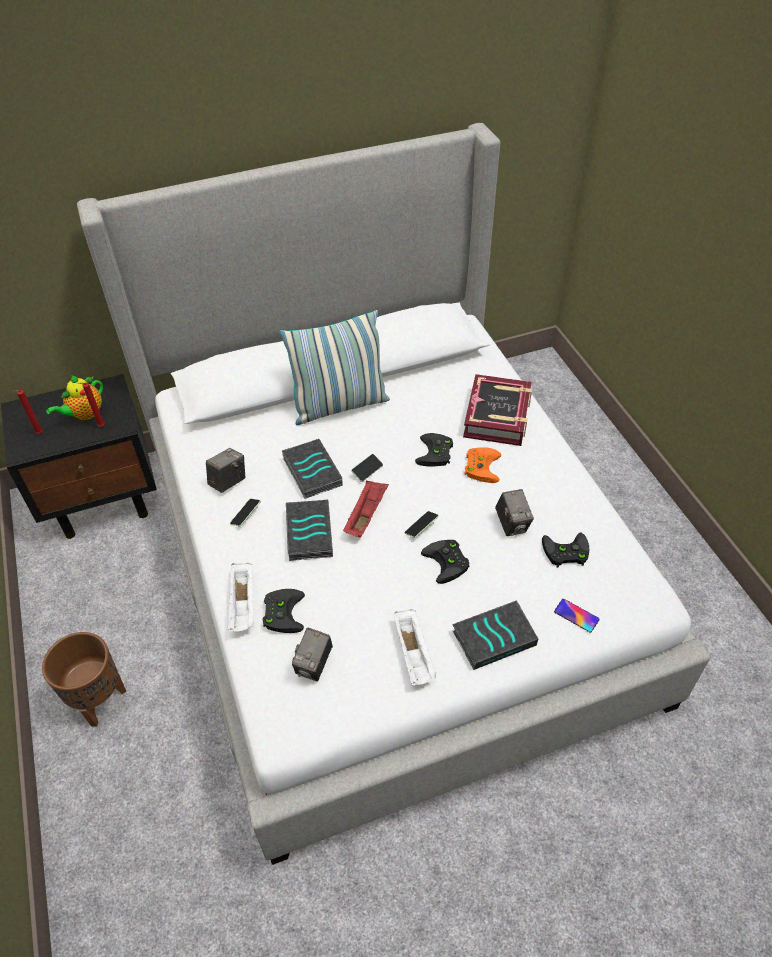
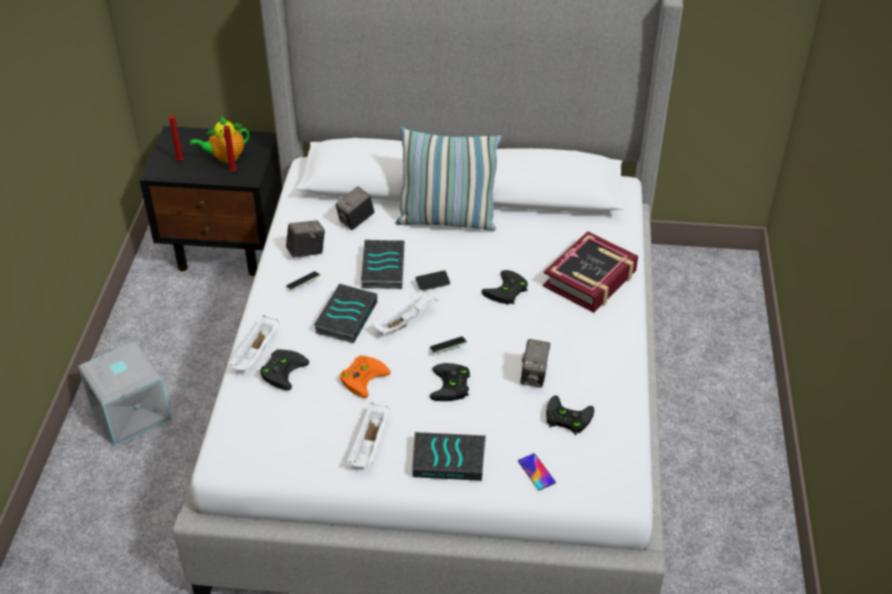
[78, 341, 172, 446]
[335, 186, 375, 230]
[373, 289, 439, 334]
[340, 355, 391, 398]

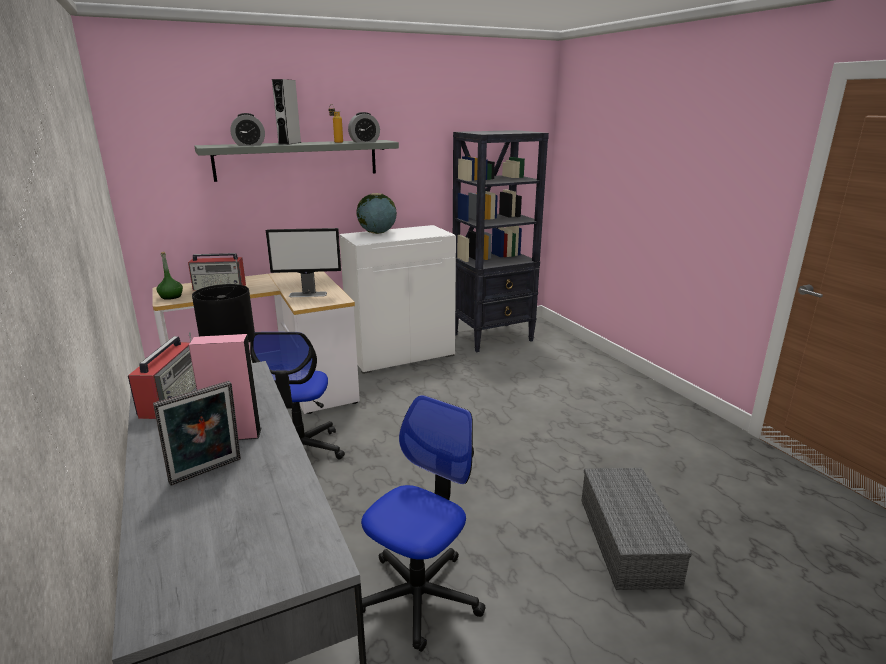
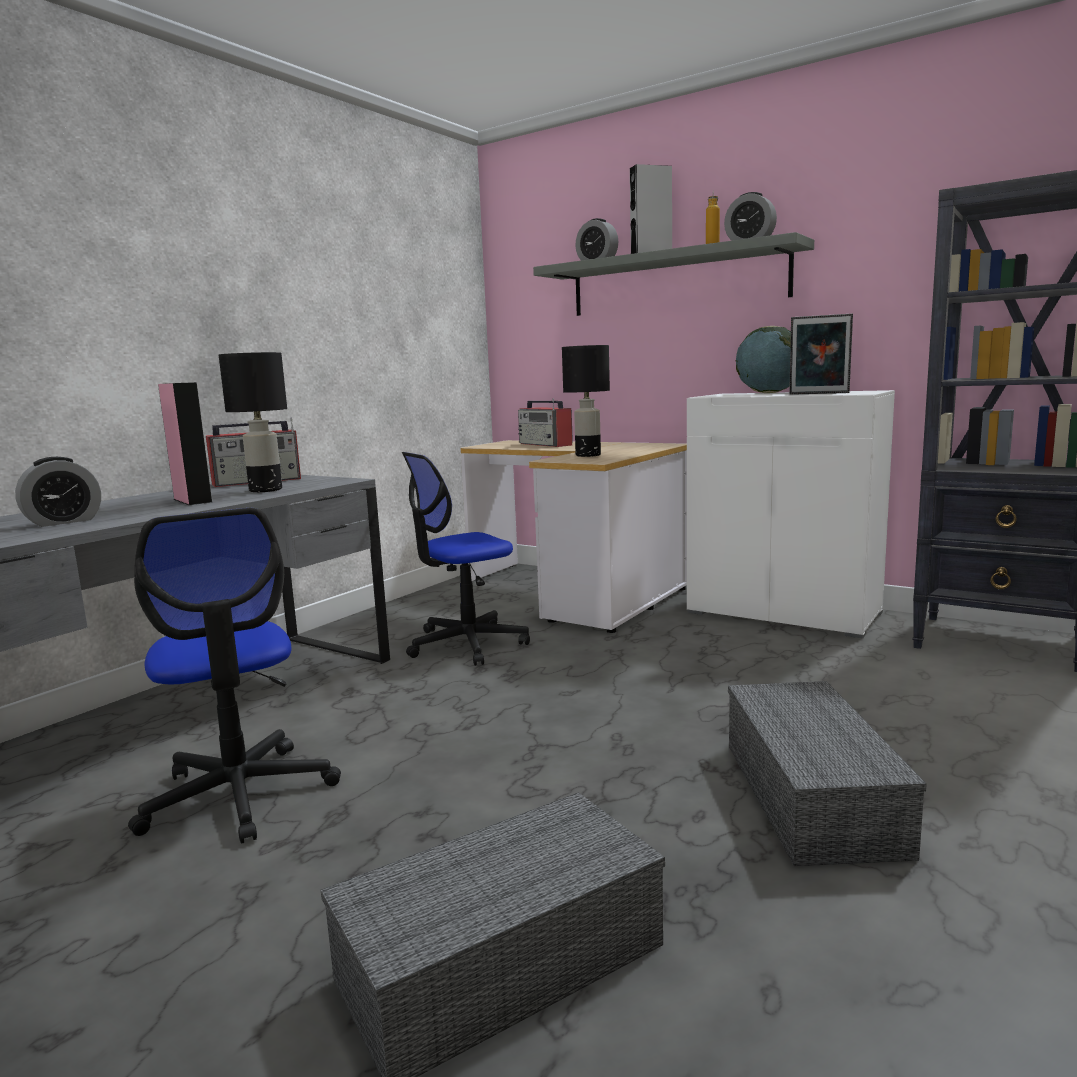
[789, 313, 853, 395]
[157, 252, 183, 300] (first image)
[562, 345, 610, 457]
[128, 508, 341, 844]
[15, 457, 101, 527]
[728, 681, 927, 866]

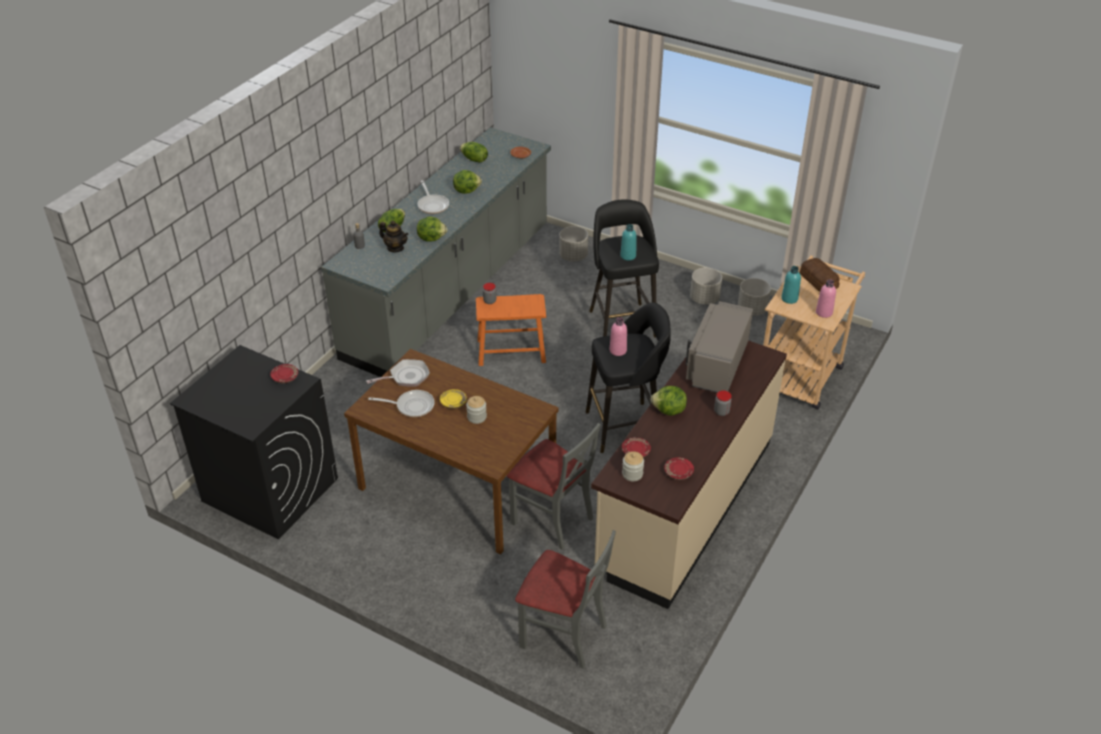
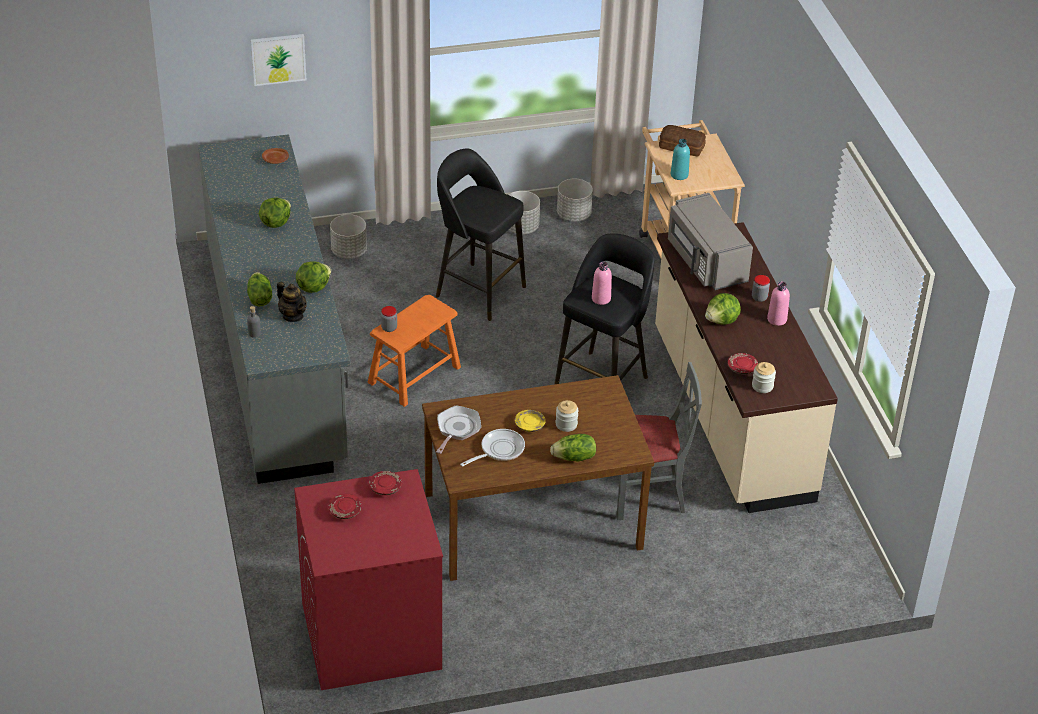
[294, 469, 443, 690]
[277, 282, 307, 322]
[418, 181, 449, 214] (first image)
[550, 434, 596, 461]
[515, 530, 616, 669] (first image)
[620, 224, 637, 260] (first image)
[328, 493, 362, 519]
[767, 281, 790, 326]
[251, 34, 306, 86]

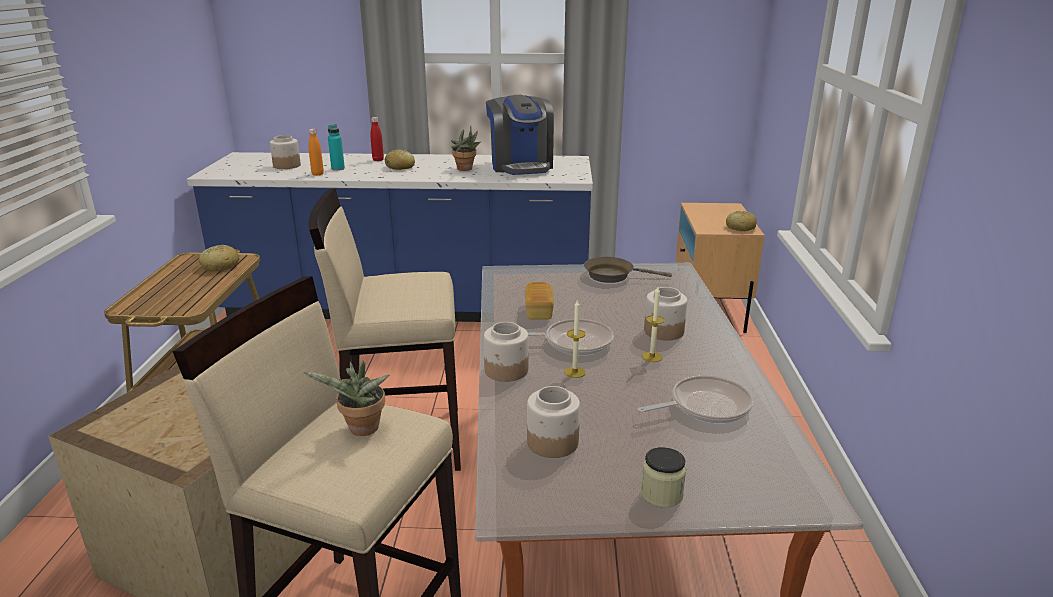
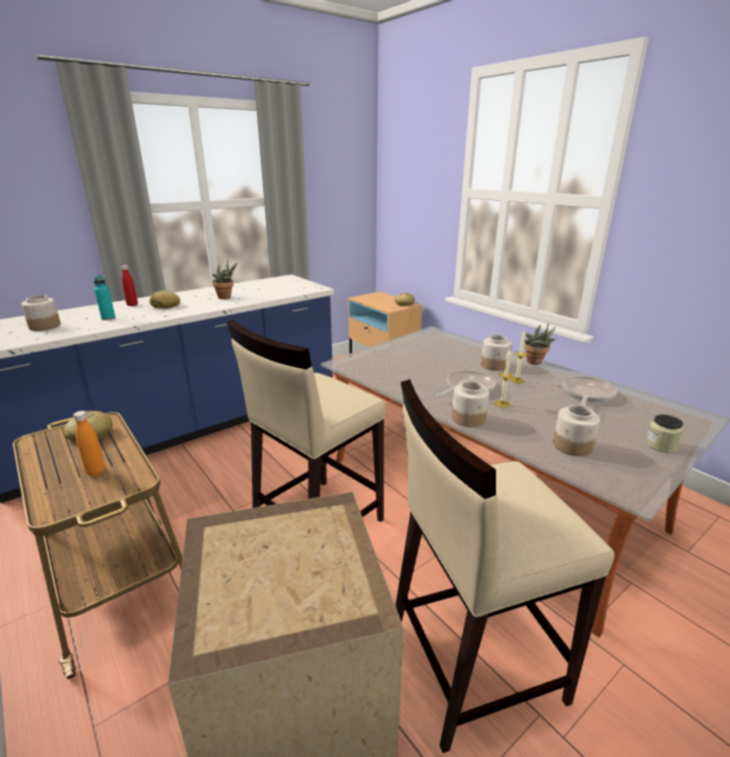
[524, 323, 556, 365]
[73, 411, 105, 476]
[486, 95, 554, 175] (first image)
[525, 282, 554, 320] (first image)
[584, 257, 672, 283] (first image)

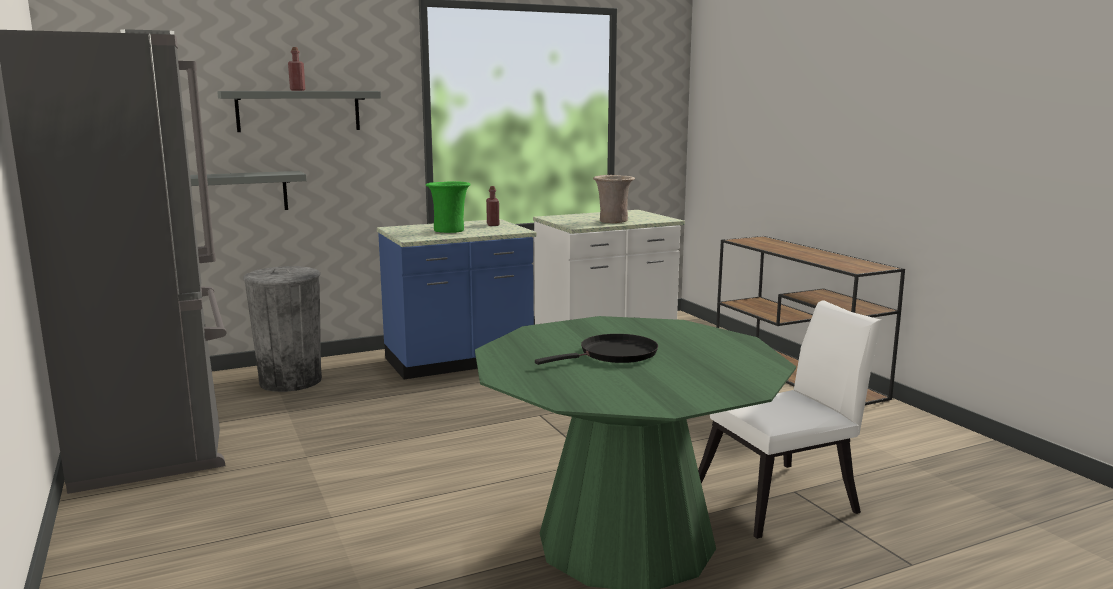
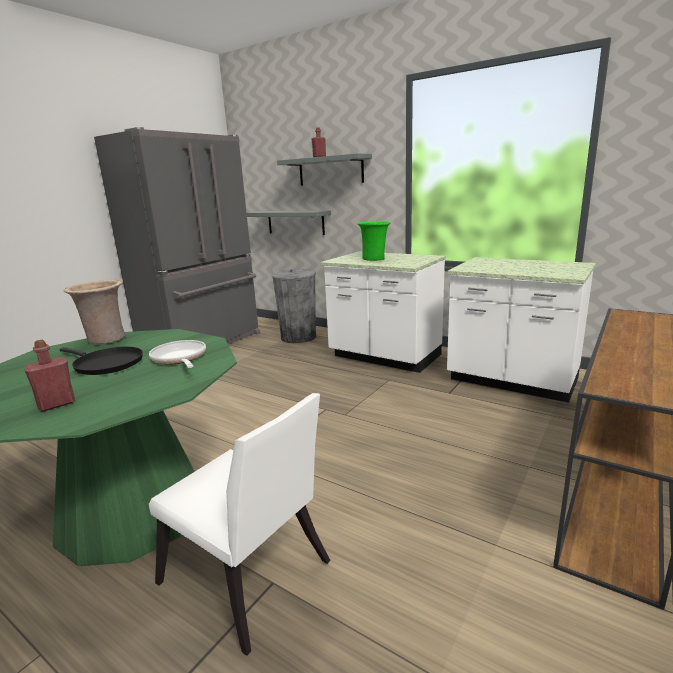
[321, 252, 446, 373]
[24, 340, 75, 411]
[64, 279, 125, 344]
[149, 340, 206, 368]

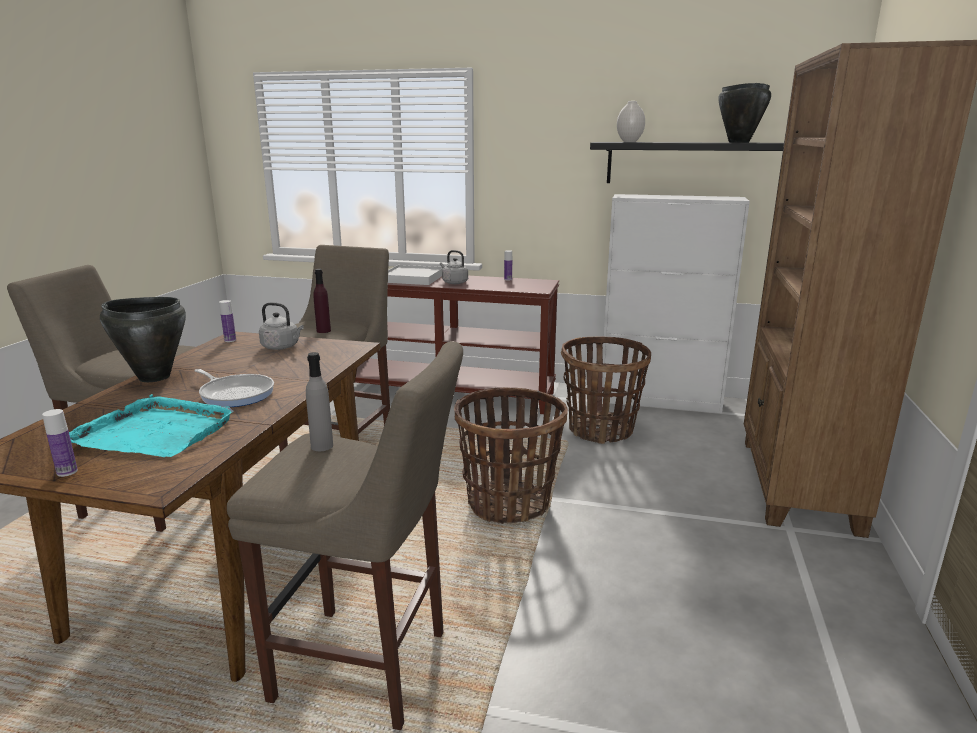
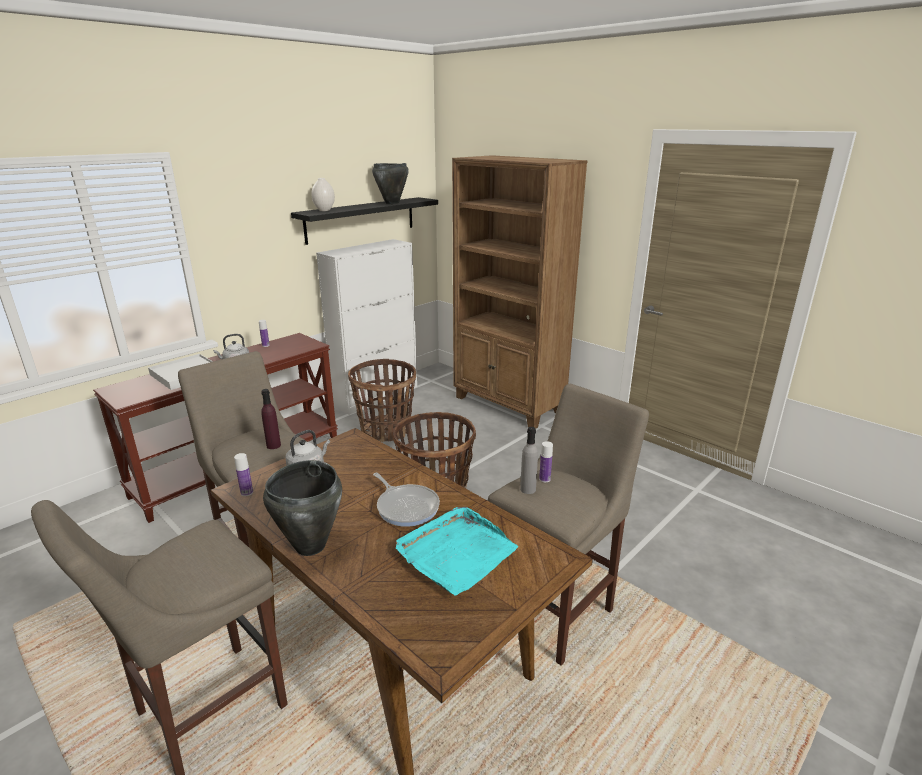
[539, 441, 553, 482]
[373, 473, 440, 527]

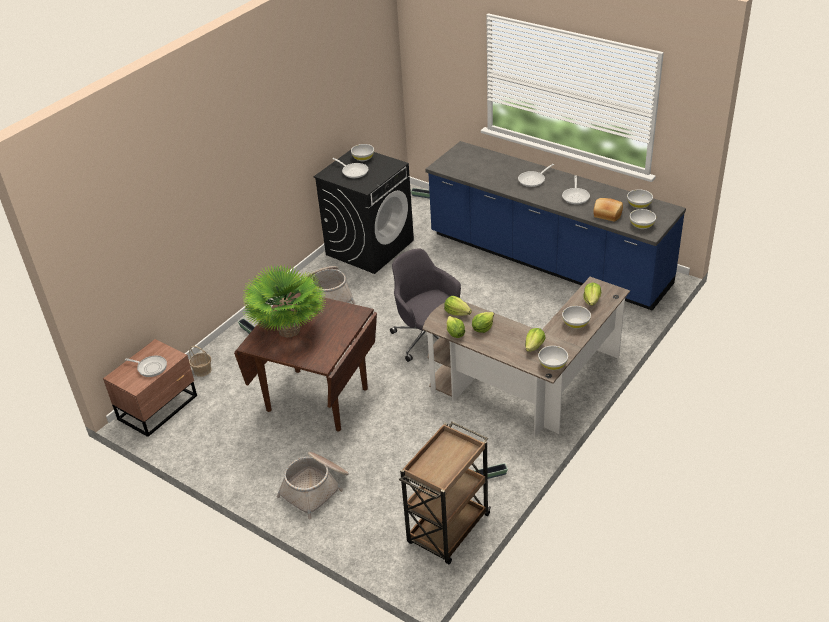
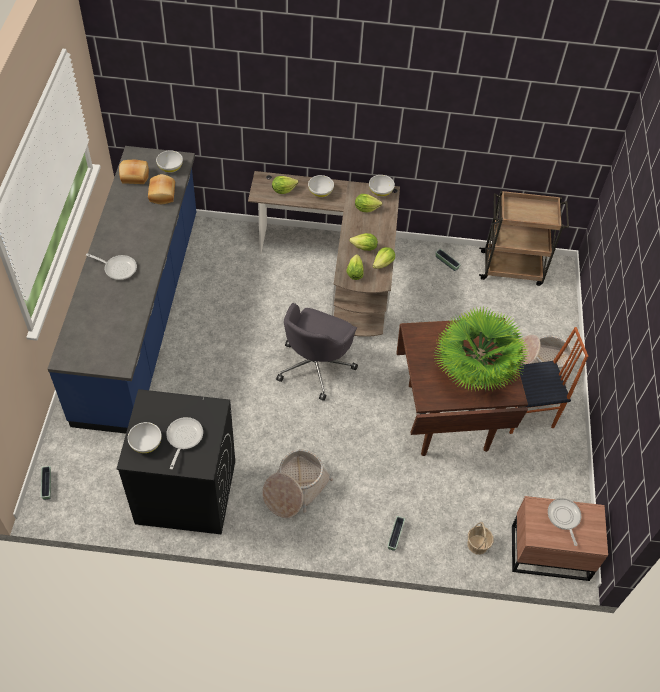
[562, 175, 590, 205] (first image)
[119, 160, 149, 184]
[509, 327, 588, 434]

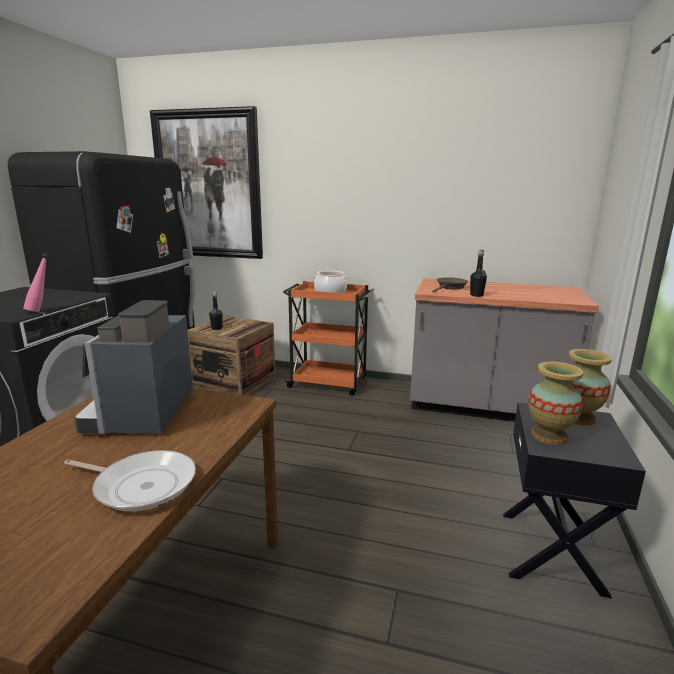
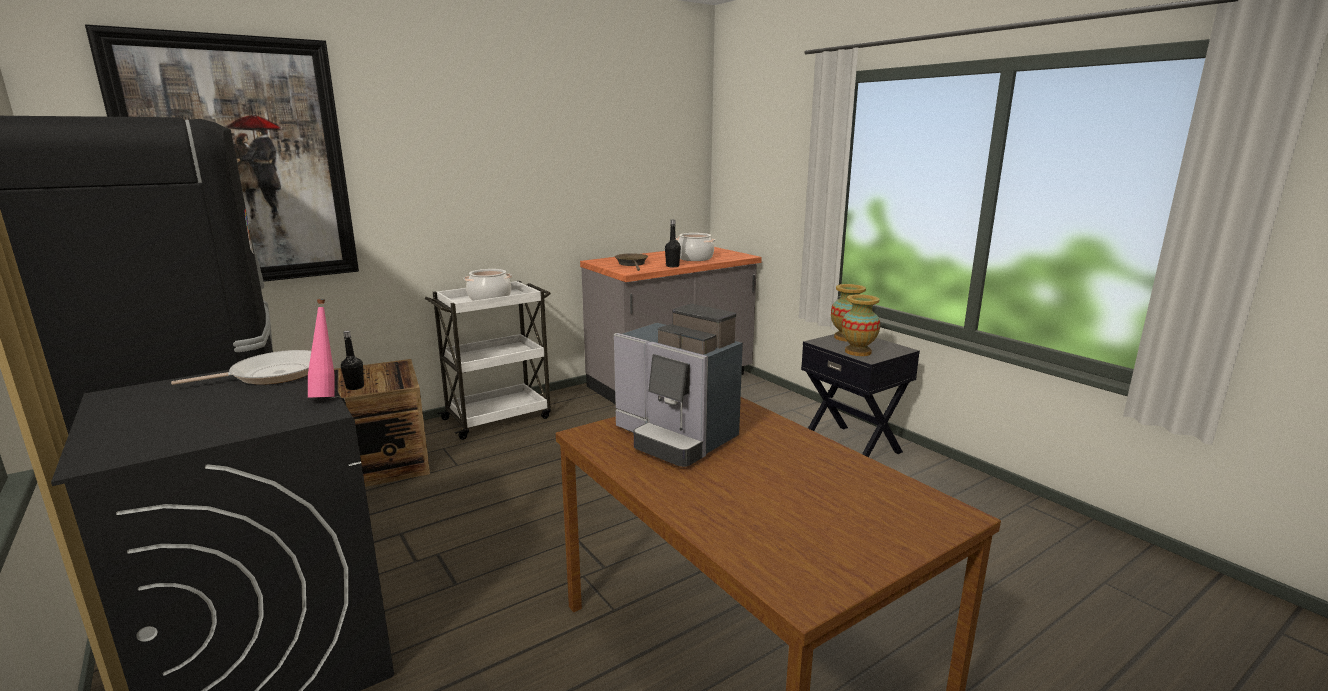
[171, 350, 311, 385]
[425, 281, 551, 440]
[676, 233, 715, 261]

